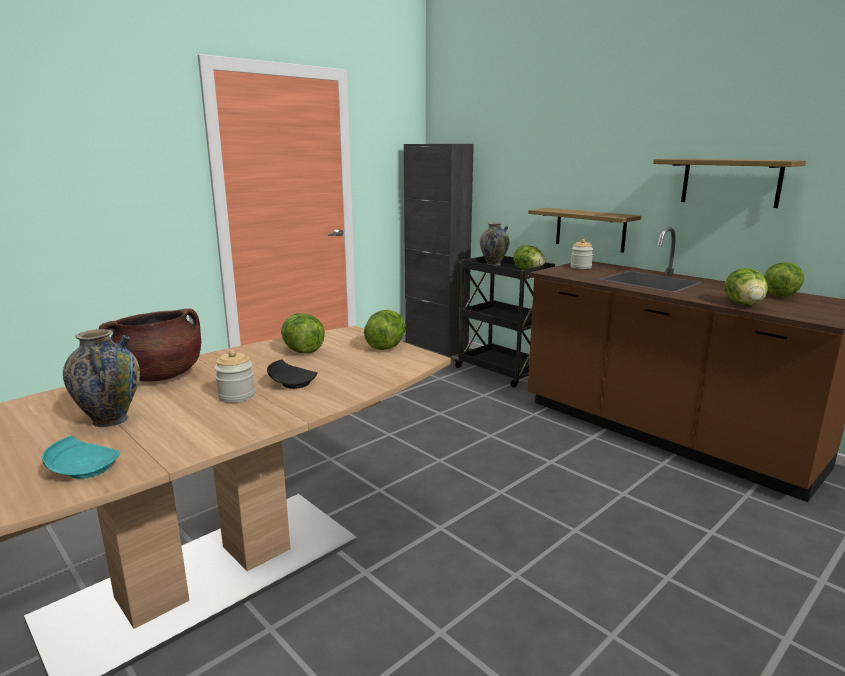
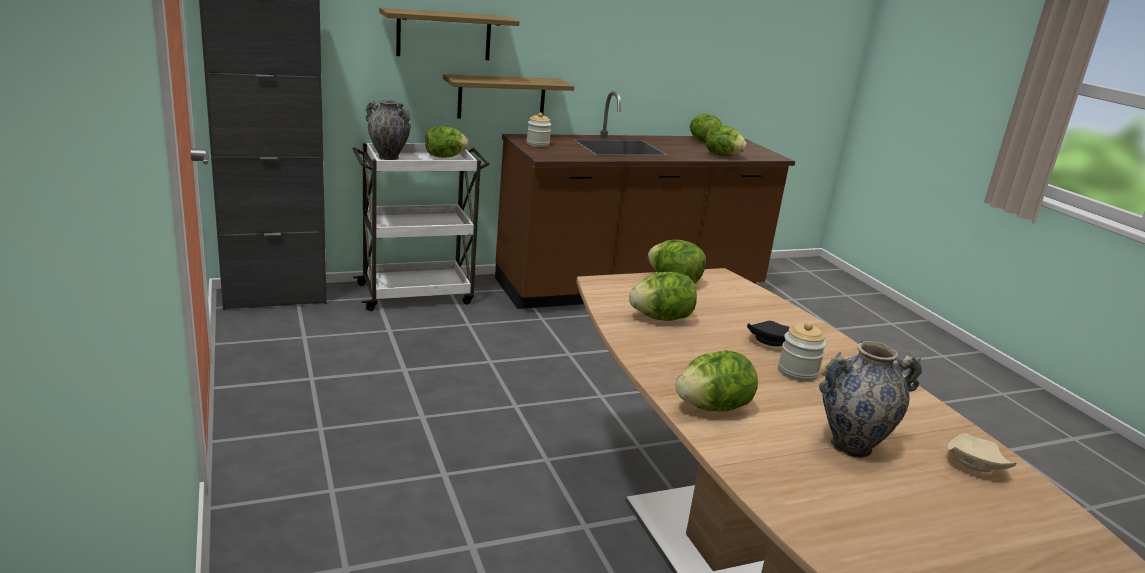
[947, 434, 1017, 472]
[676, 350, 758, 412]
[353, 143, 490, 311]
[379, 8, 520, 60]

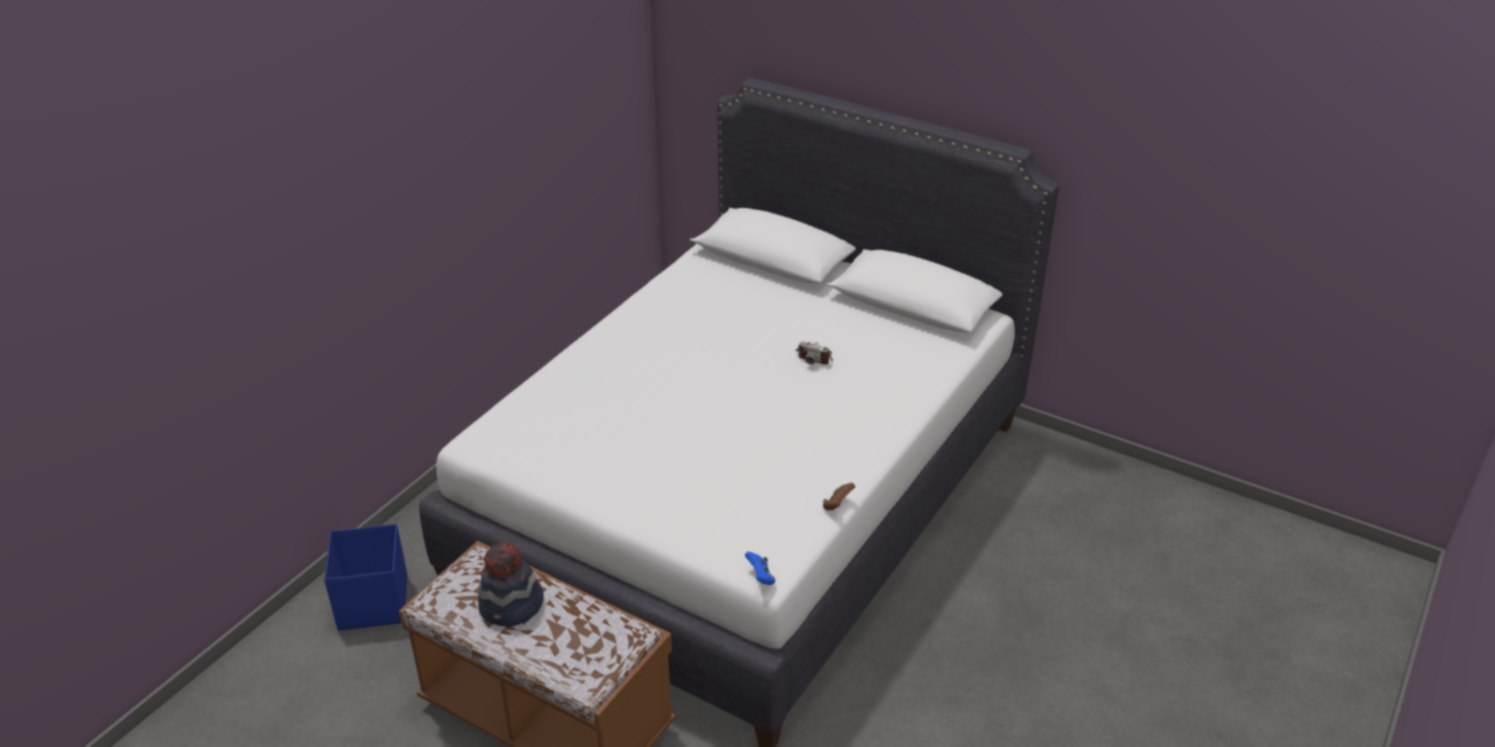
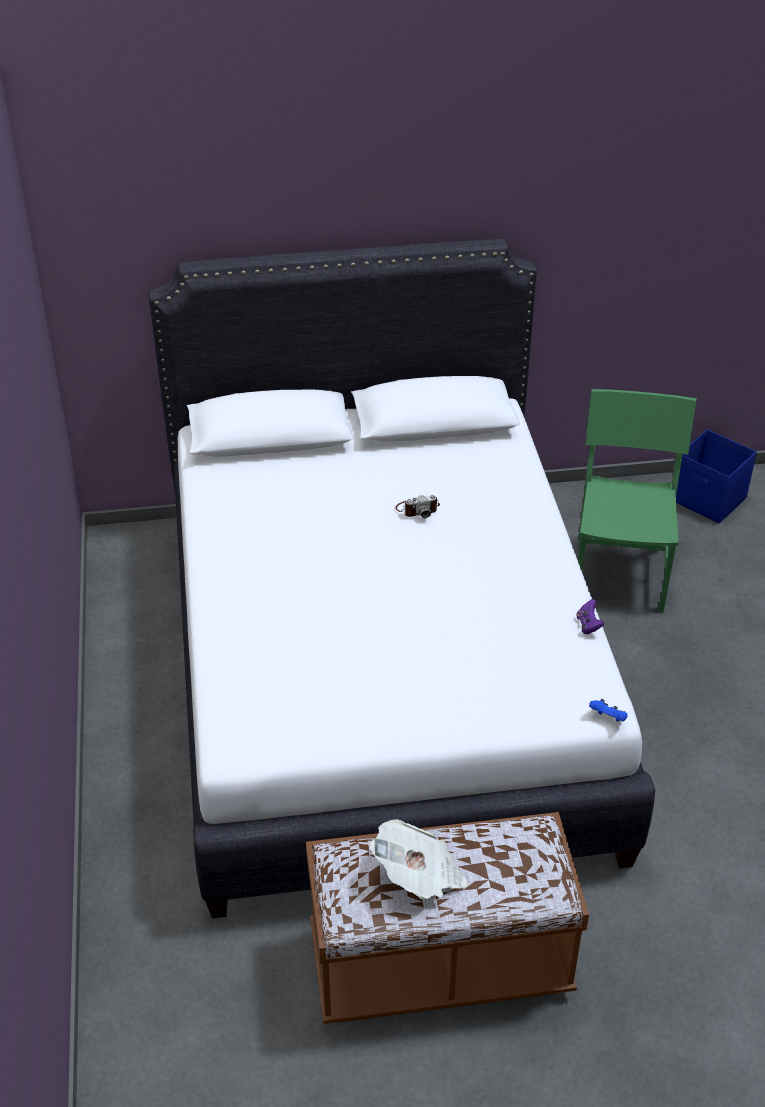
[676, 429, 757, 523]
[369, 819, 468, 900]
[577, 599, 604, 634]
[578, 389, 697, 613]

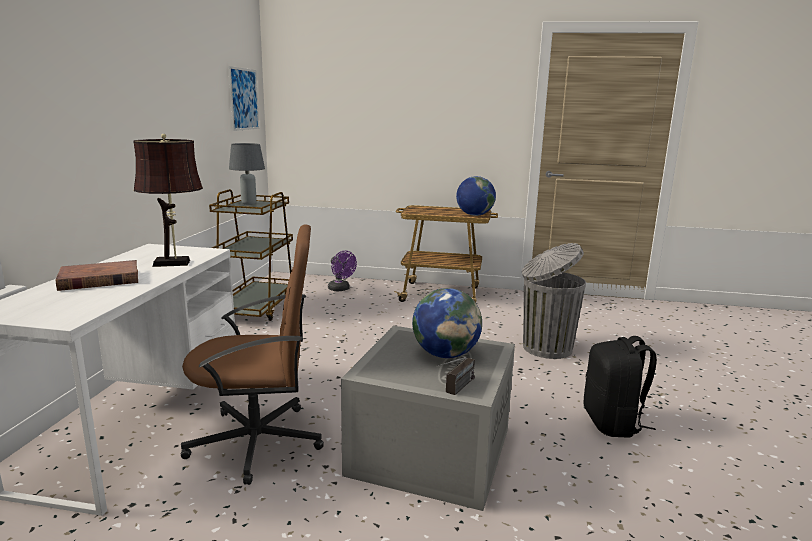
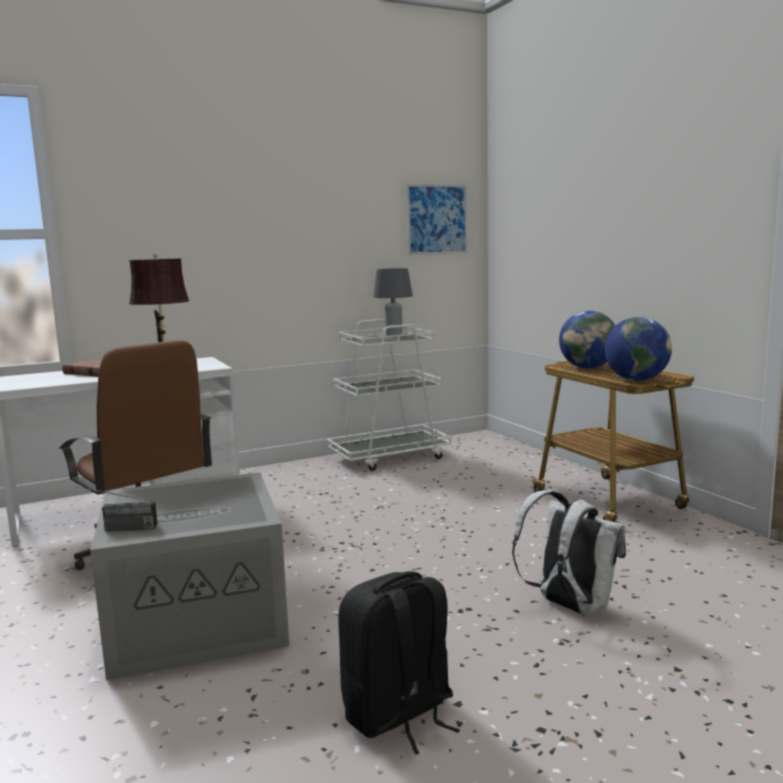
[327, 319, 451, 471]
[328, 251, 357, 291] (first image)
[559, 311, 615, 369]
[512, 490, 626, 615]

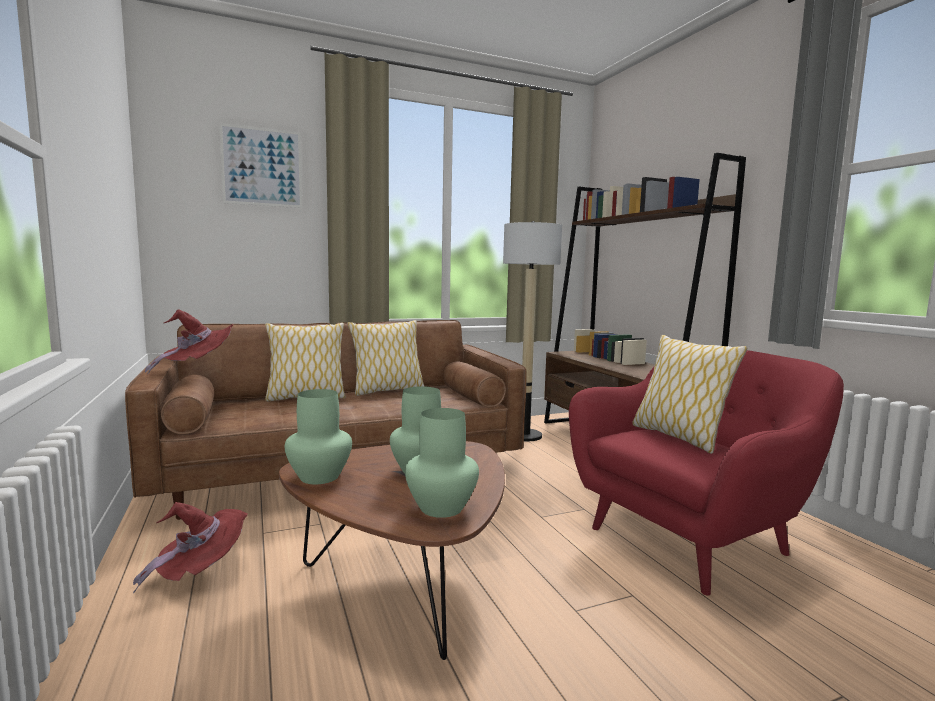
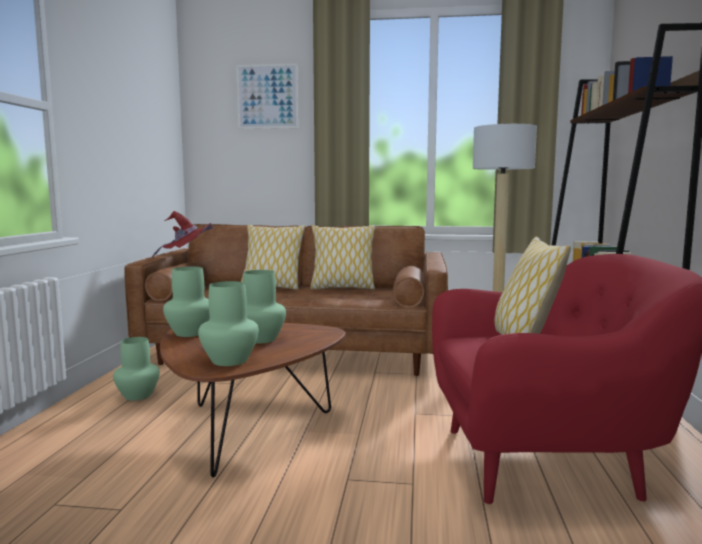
[113, 337, 160, 401]

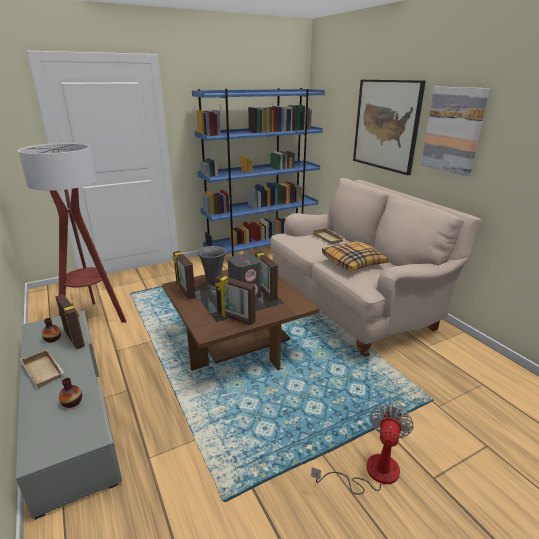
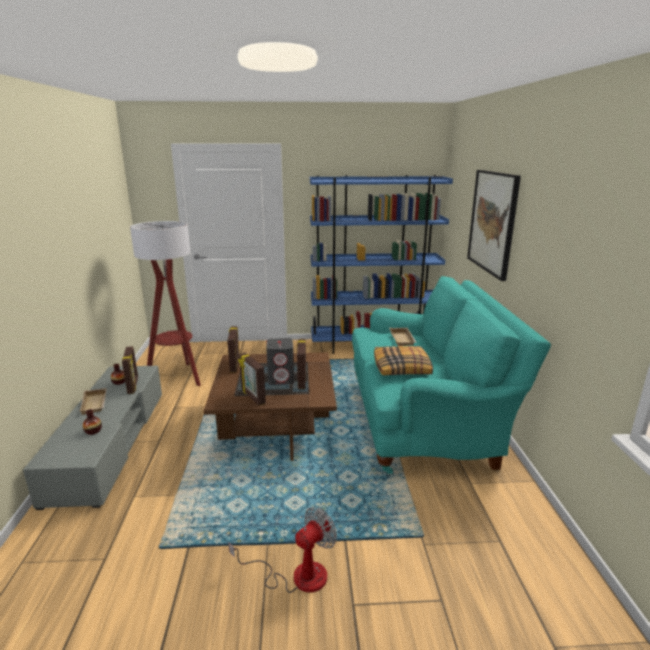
[198, 246, 226, 290] (first image)
[352, 276, 551, 474]
[421, 87, 490, 176] (first image)

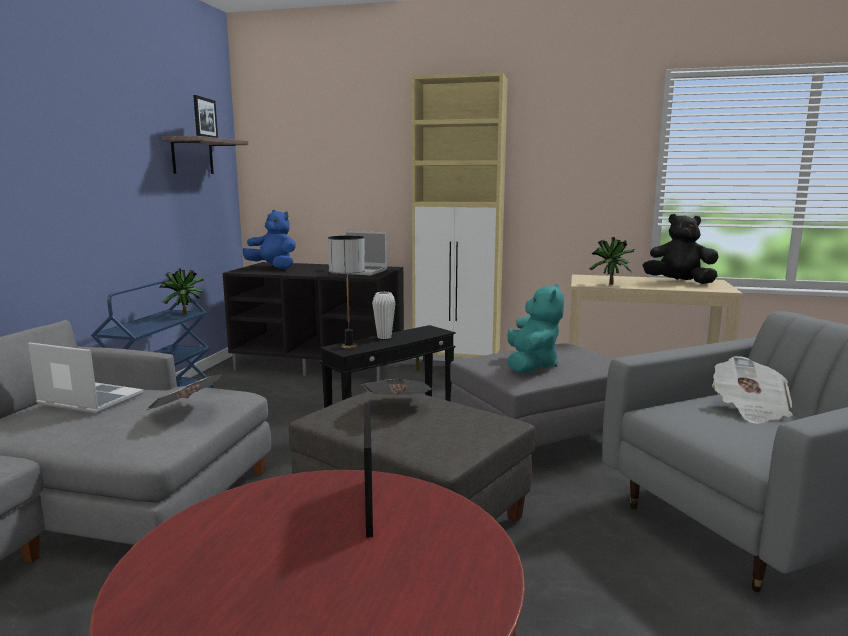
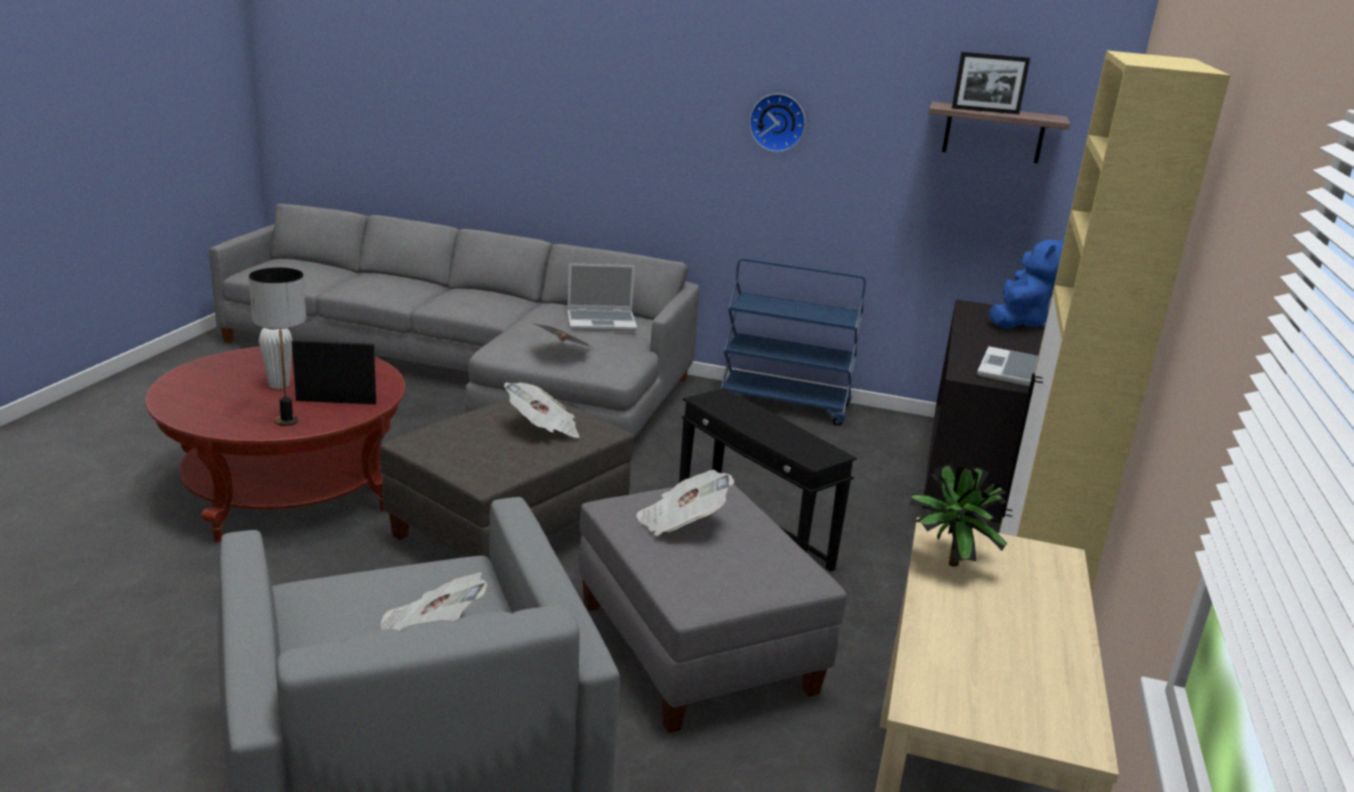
[567, 263, 637, 331]
[159, 268, 206, 315] (first image)
[249, 267, 306, 426]
[259, 328, 293, 389]
[636, 470, 734, 536]
[642, 214, 719, 284] (first image)
[749, 93, 806, 152]

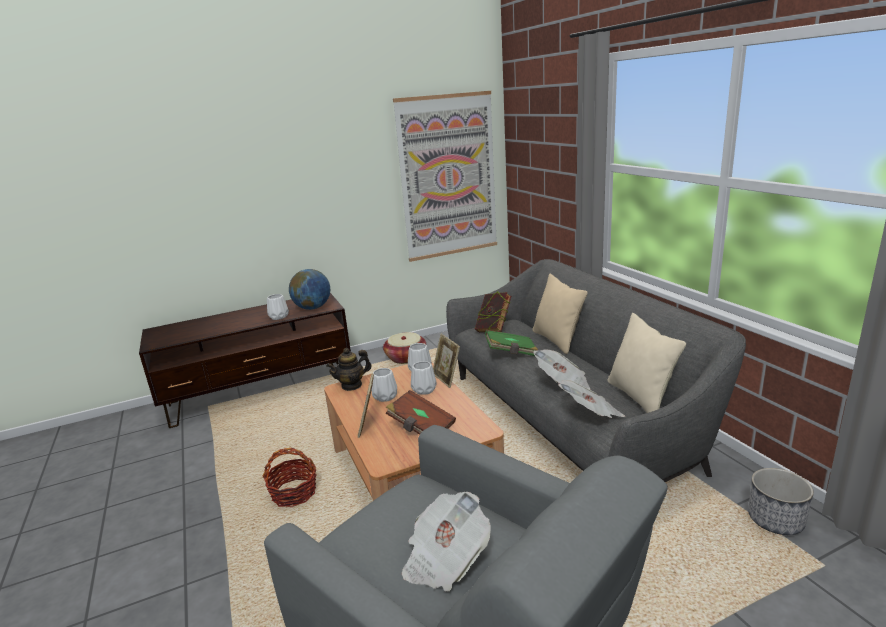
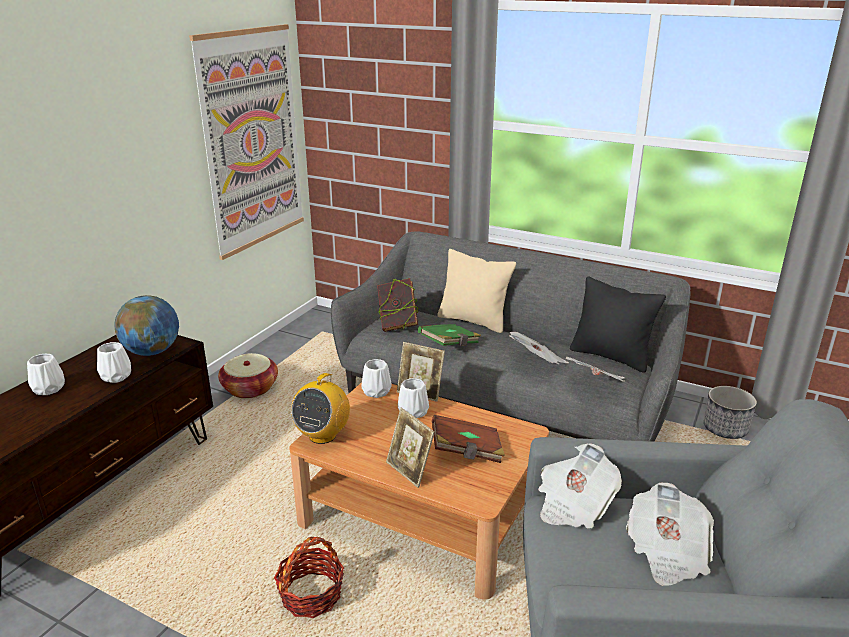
[291, 372, 350, 444]
[27, 354, 65, 395]
[570, 276, 666, 373]
[538, 443, 622, 529]

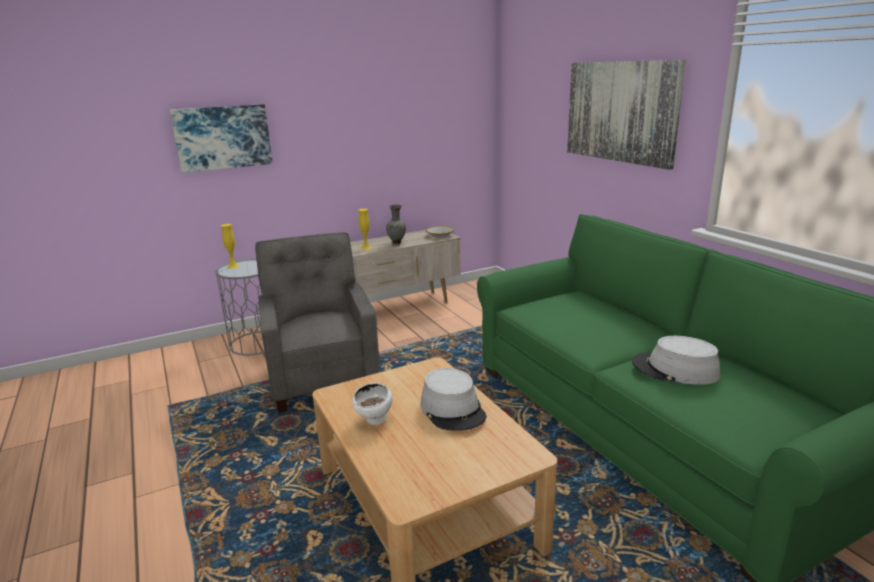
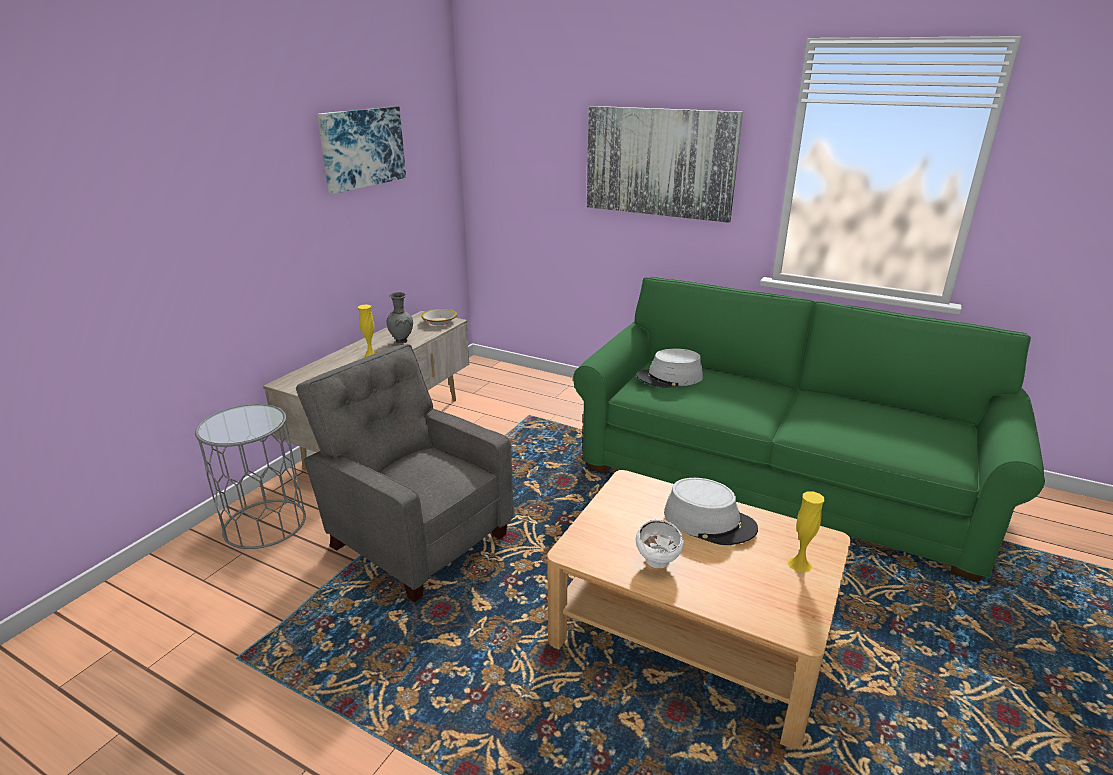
[317, 106, 406, 194]
[787, 491, 824, 573]
[636, 348, 703, 388]

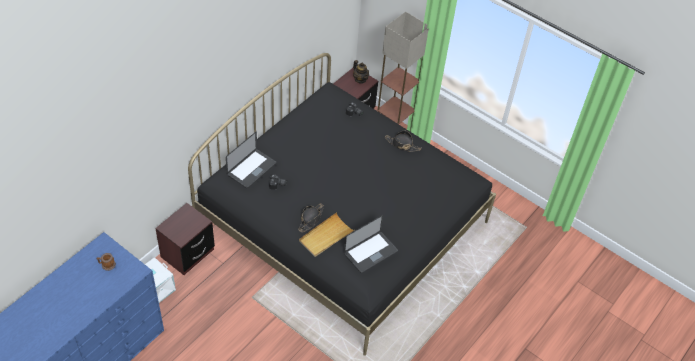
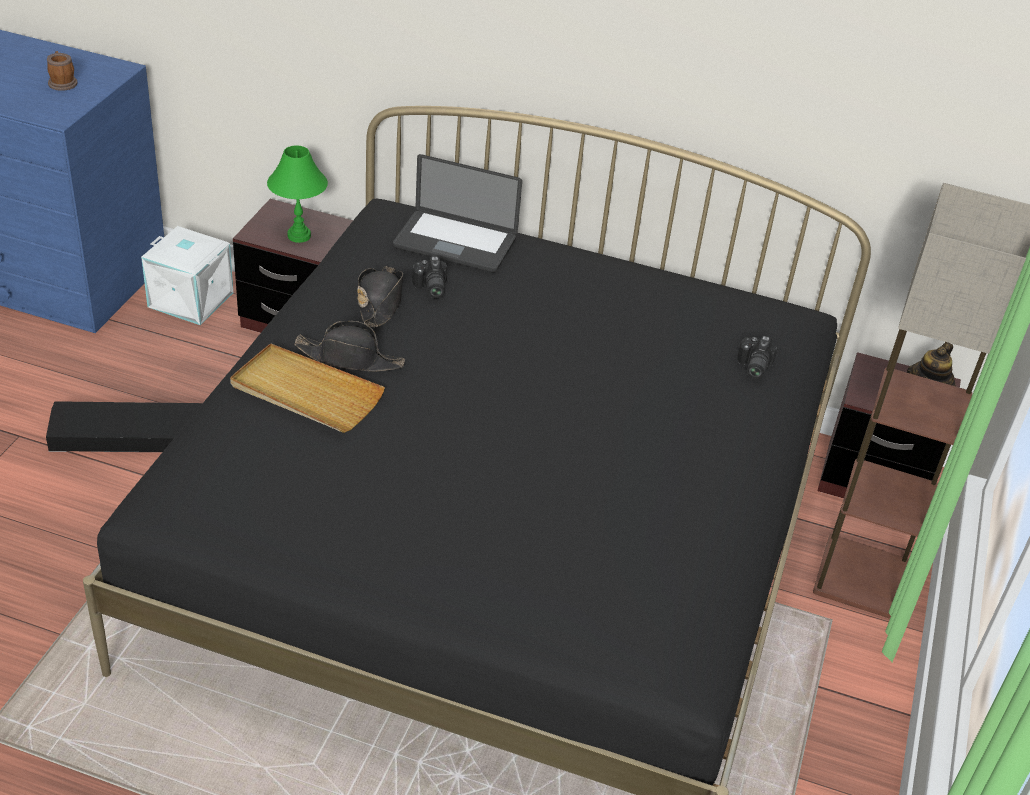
[344, 215, 398, 273] (first image)
[357, 266, 403, 327]
[46, 401, 203, 452]
[267, 145, 328, 243]

